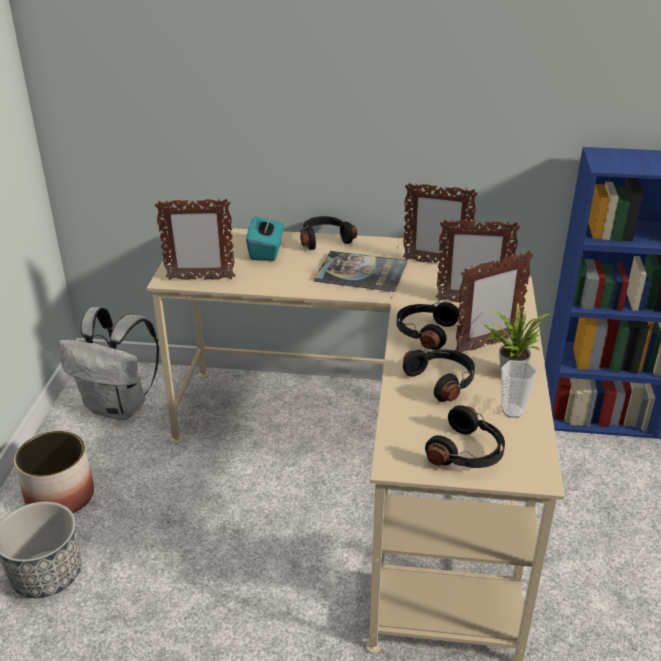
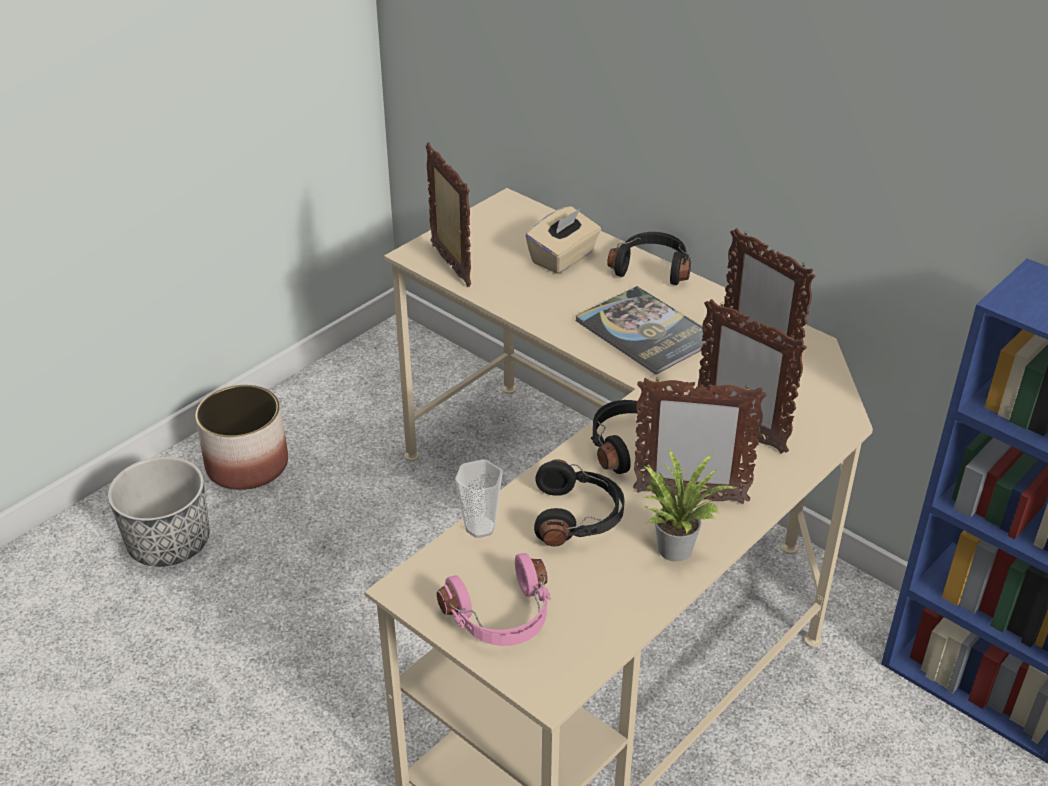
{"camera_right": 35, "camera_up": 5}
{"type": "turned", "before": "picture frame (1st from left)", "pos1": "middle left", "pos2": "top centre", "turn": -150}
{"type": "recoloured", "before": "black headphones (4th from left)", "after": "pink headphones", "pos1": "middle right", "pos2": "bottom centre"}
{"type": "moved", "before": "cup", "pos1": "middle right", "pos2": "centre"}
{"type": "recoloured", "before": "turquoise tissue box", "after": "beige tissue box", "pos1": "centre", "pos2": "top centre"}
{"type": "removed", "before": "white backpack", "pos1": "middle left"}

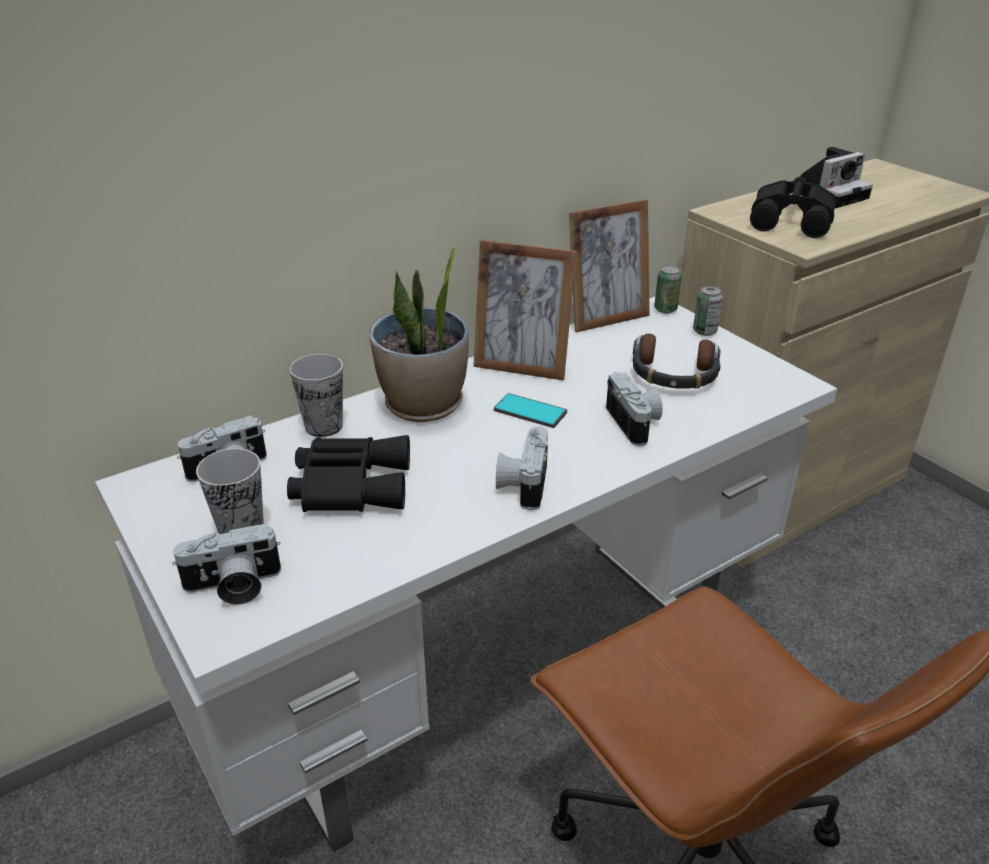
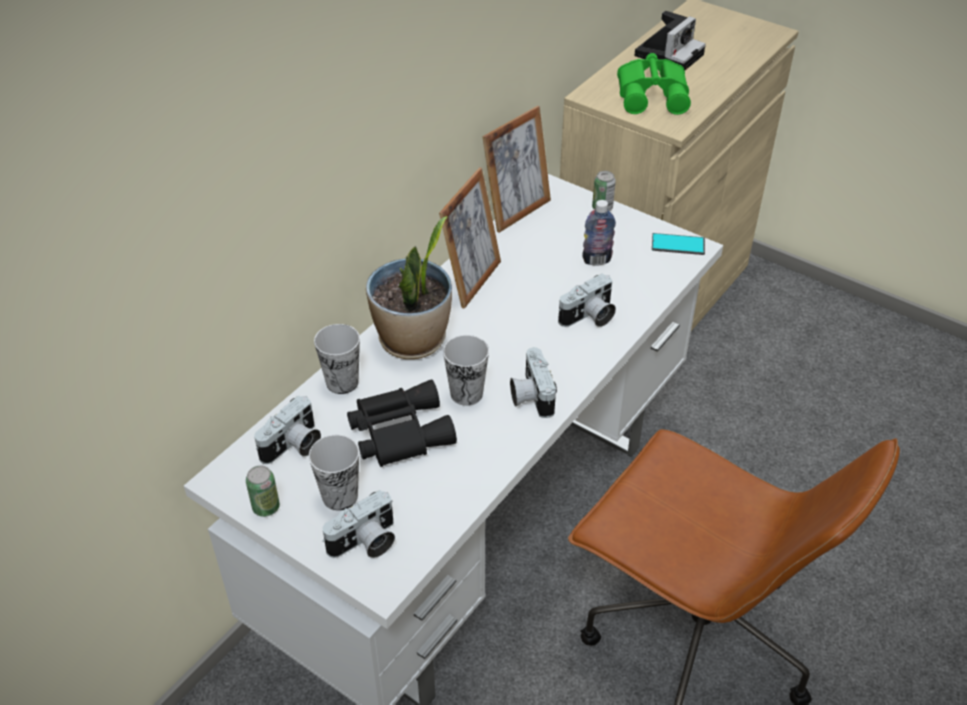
{"camera_right": -20, "camera_up": 10}
{"type": "moved", "before": "can (1st from left)", "pos1": "middle right", "pos2": "bottom left"}
{"type": "turned", "before": "picture frame (1st from left)", "pos1": "centre", "pos2": "centre", "turn": -60}
{"type": "added", "after": "cup (3rd from left)", "pos2": "centre"}
{"type": "turned", "before": "photo camera (4th from left)", "pos1": "centre", "pos2": "centre", "turn": 90}
{"type": "replaced", "before": "headphones", "after": "bottle", "pos1": "middle right", "pos2": "top centre"}
{"type": "recoloured", "before": "black binoculars (2nd from left)", "after": "green binoculars", "pos1": "top right", "pos2": "top right"}
{"type": "moved", "before": "phone", "pos1": "centre", "pos2": "middle right"}

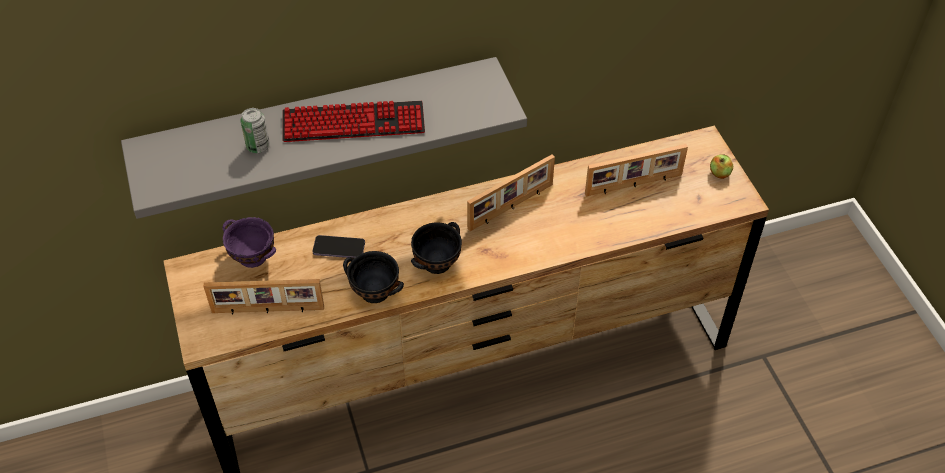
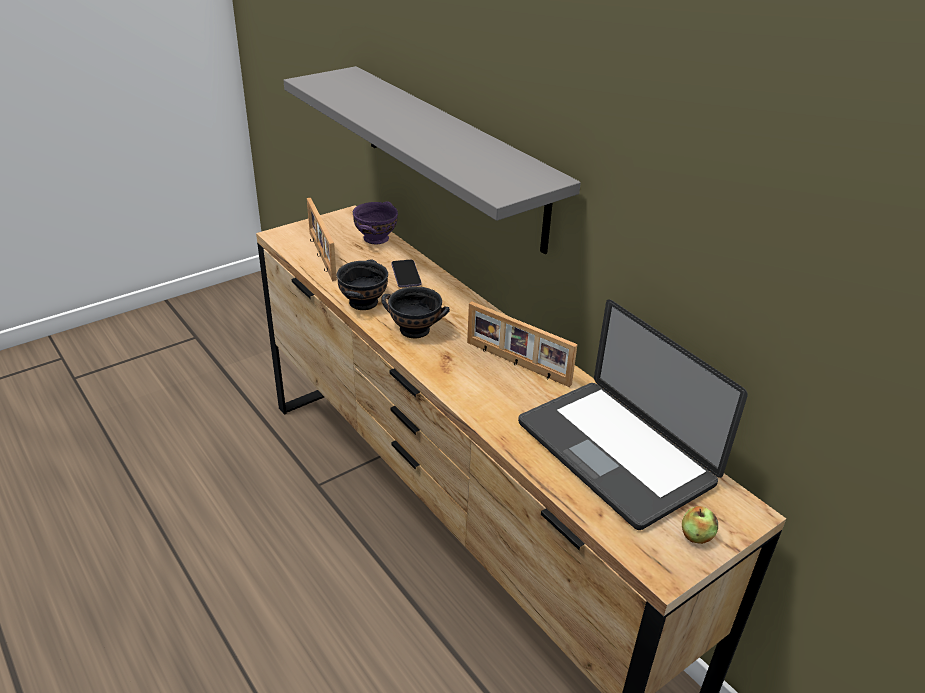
{"camera_right": 70, "camera_up": -15}
{"type": "replaced", "before": "picture frame (3rd from left)", "after": "laptop", "pos1": "middle right", "pos2": "middle right"}
{"type": "removed", "before": "can", "pos1": "top left"}
{"type": "removed", "before": "keyboard", "pos1": "top centre"}

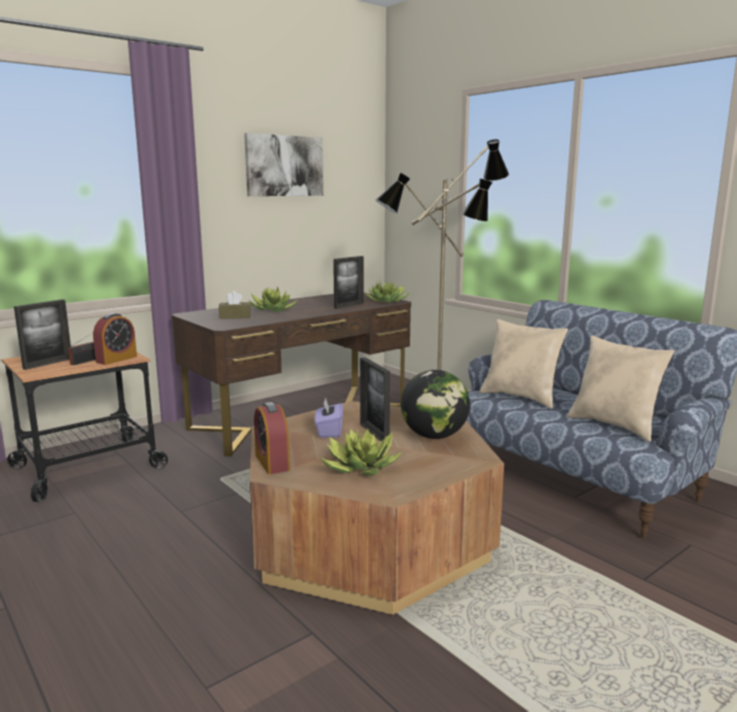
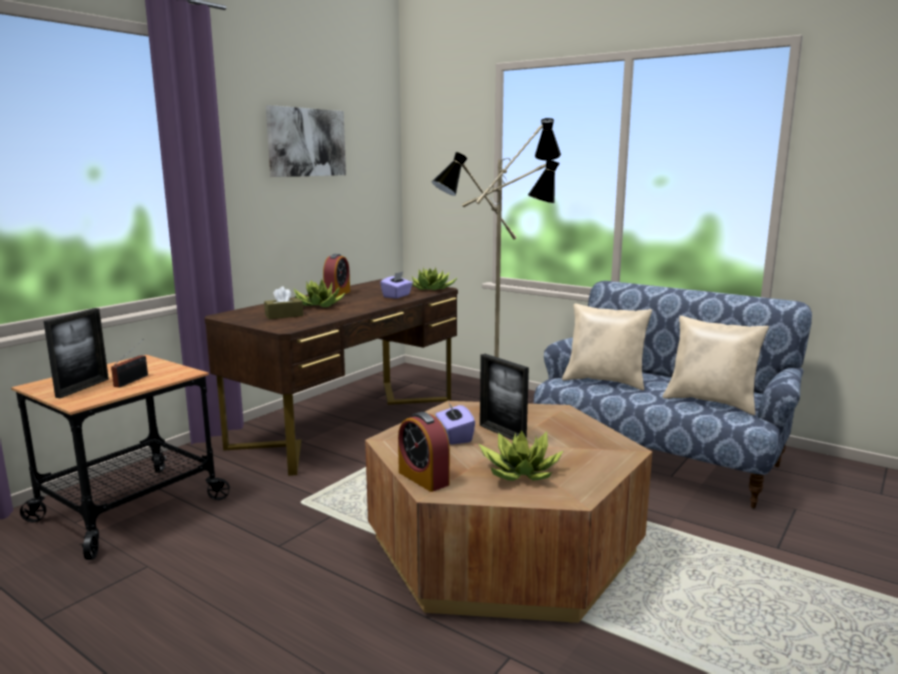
{"camera_right": -15, "camera_up": 0}
{"type": "moved", "before": "alarm clock (1st from left)", "pos1": "middle left", "pos2": "centre"}
{"type": "replaced", "before": "picture frame (2nd from left)", "after": "purple tissue box (1st from left)", "pos1": "centre", "pos2": "centre"}
{"type": "removed", "before": "globe", "pos1": "centre"}

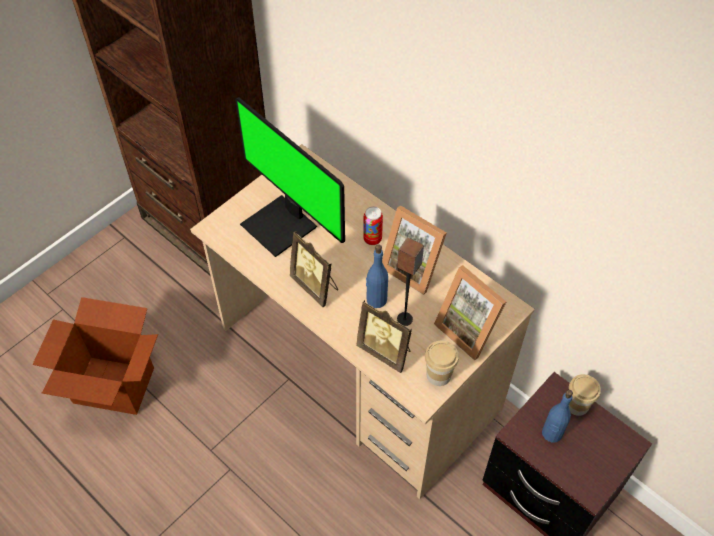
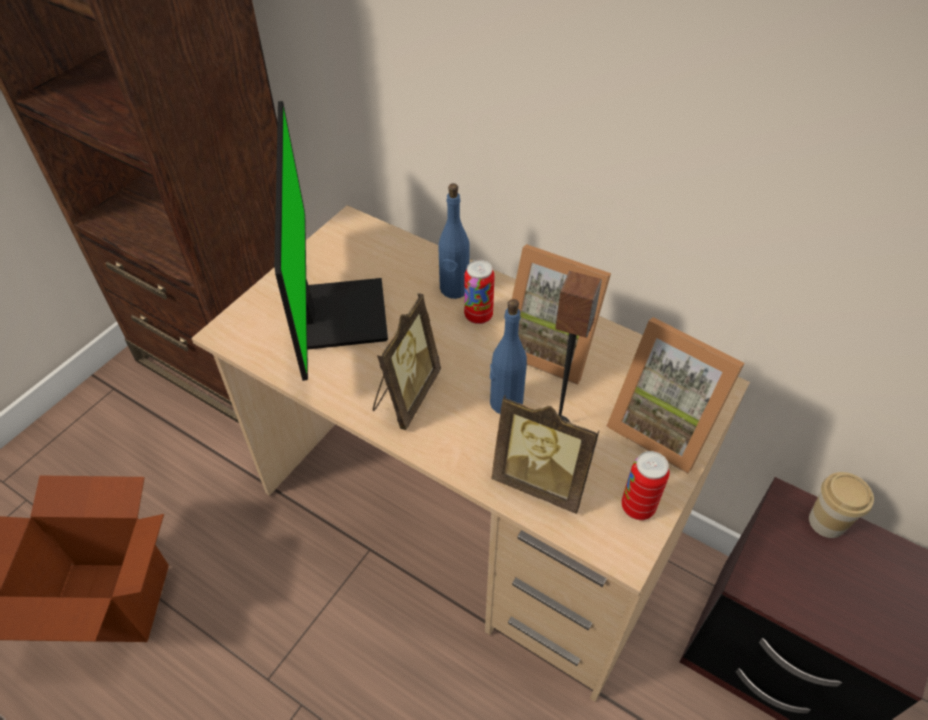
{"camera_right": -10, "camera_up": -5}
{"type": "turned", "before": "monitor", "pos1": "top centre", "pos2": "centre", "turn": -135}
{"type": "turned", "before": "picture frame (1st from left)", "pos1": "centre", "pos2": "centre", "turn": -105}
{"type": "moved", "before": "blue bottle (2nd from left in the first image)", "after": "blue bottle (1st from left)", "pos1": "bottom right", "pos2": "centre"}
{"type": "replaced", "before": "cup (1st from left)", "after": "can (2nd from left)", "pos1": "bottom centre", "pos2": "bottom right"}

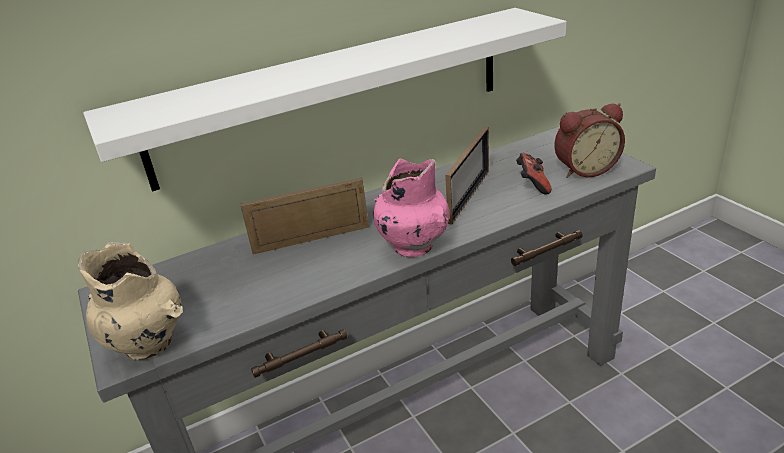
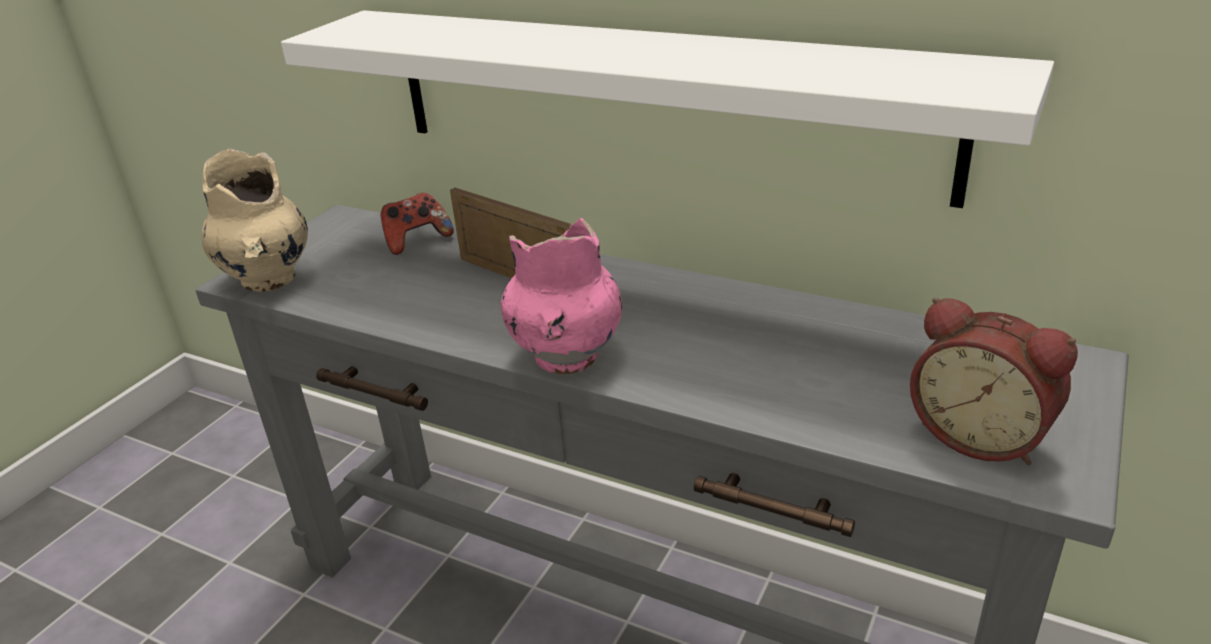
{"camera_right": 55, "camera_up": 0}
{"type": "moved", "before": "game controller", "pos1": "middle right", "pos2": "centre"}
{"type": "removed", "before": "picture frame (2nd from left)", "pos1": "centre"}

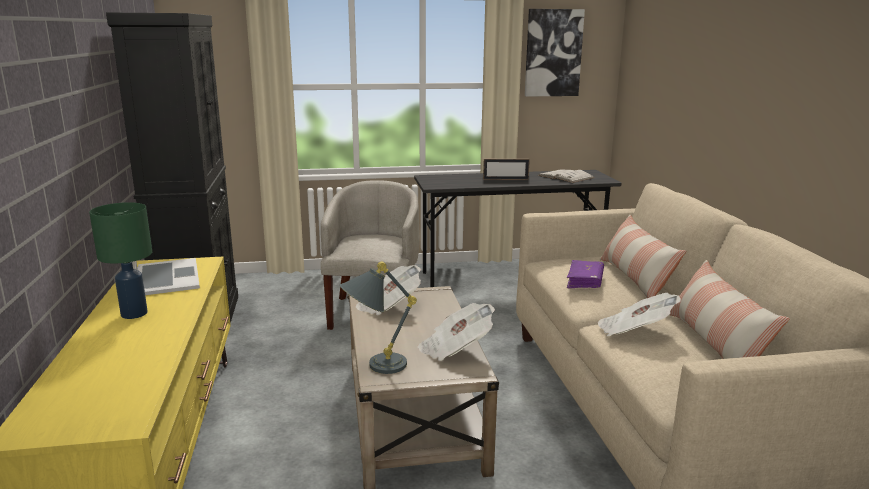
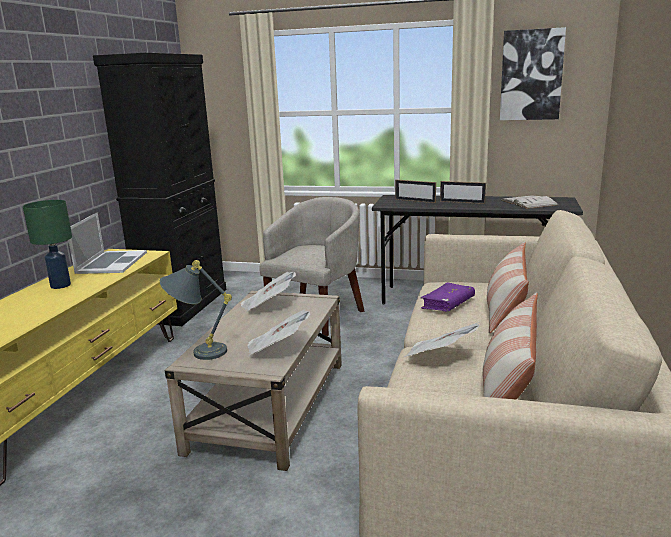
{"camera_right": 25, "camera_up": 0}
{"type": "added", "after": "picture frame (1st from left)", "pos2": "centre"}

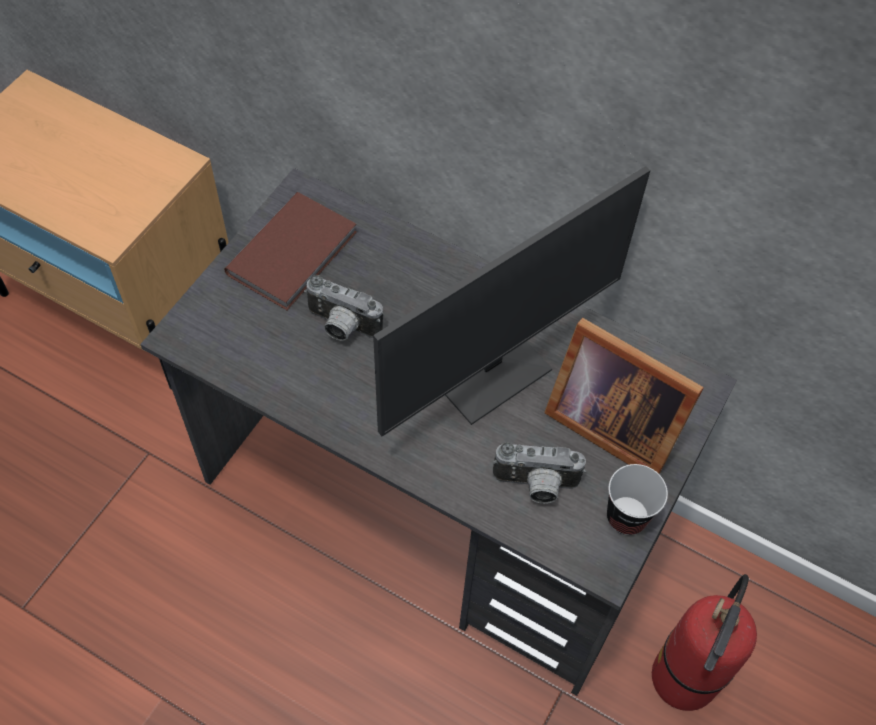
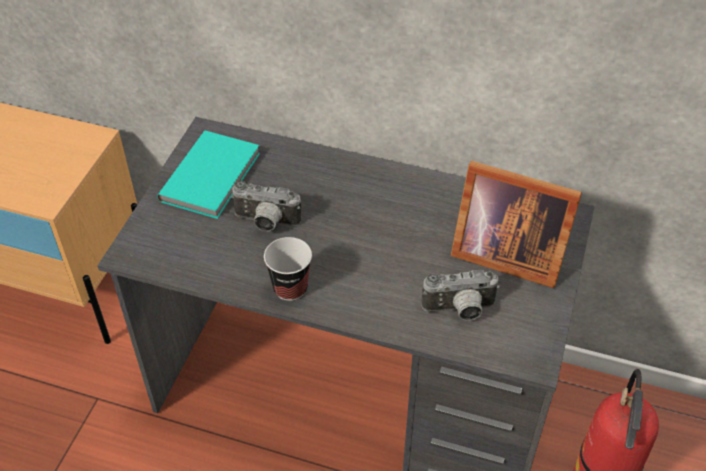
{"camera_right": -10, "camera_up": -10}
{"type": "recoloured", "before": "brown book", "after": "turquoise book", "pos1": "middle left", "pos2": "middle left"}
{"type": "moved", "before": "cup", "pos1": "bottom right", "pos2": "centre"}
{"type": "removed", "before": "monitor", "pos1": "centre"}

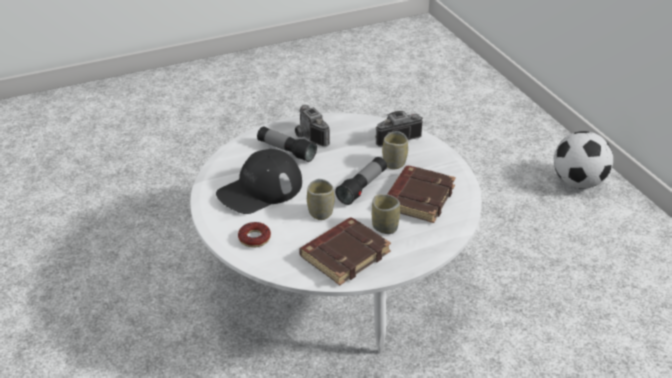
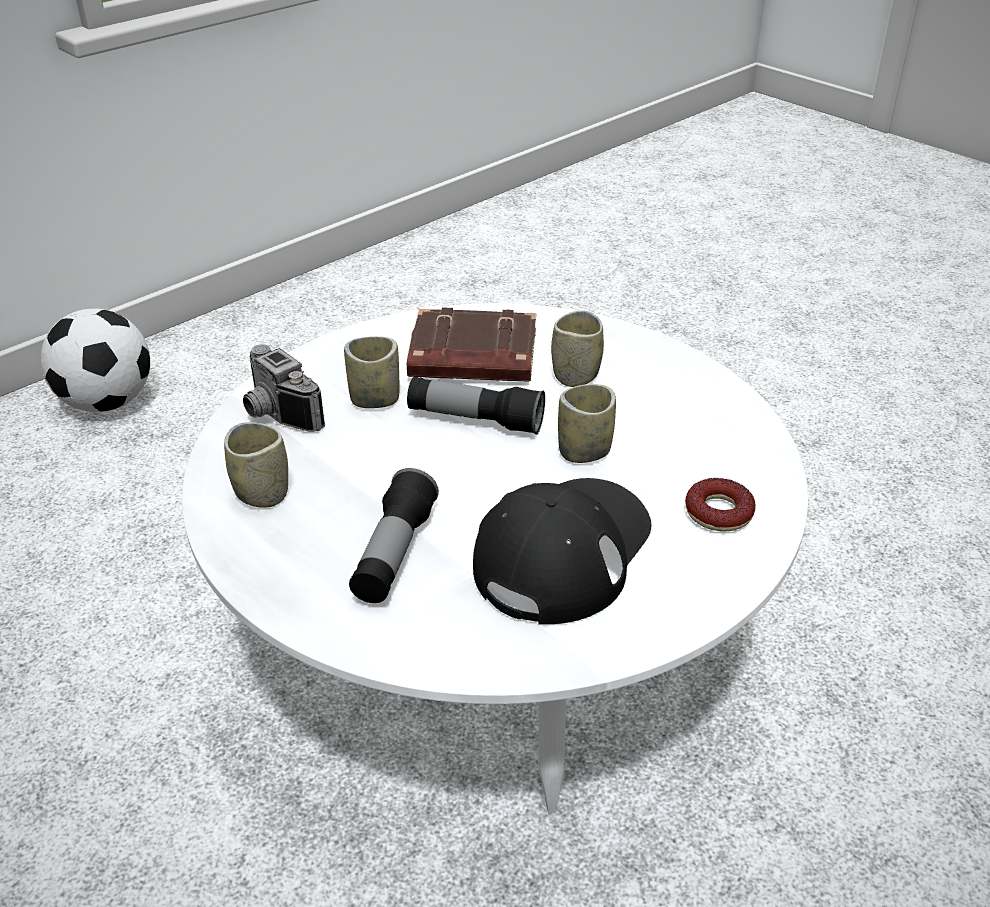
{"camera_right": -110, "camera_up": 0}
{"type": "added", "after": "cup (1st from left)", "pos2": "middle left"}
{"type": "turned", "before": "black cap", "pos1": "centre", "pos2": "centre", "turn": -90}
{"type": "removed", "before": "photo camera (1st from left)", "pos1": "centre"}
{"type": "removed", "before": "brown book (1st from left)", "pos1": "centre"}

